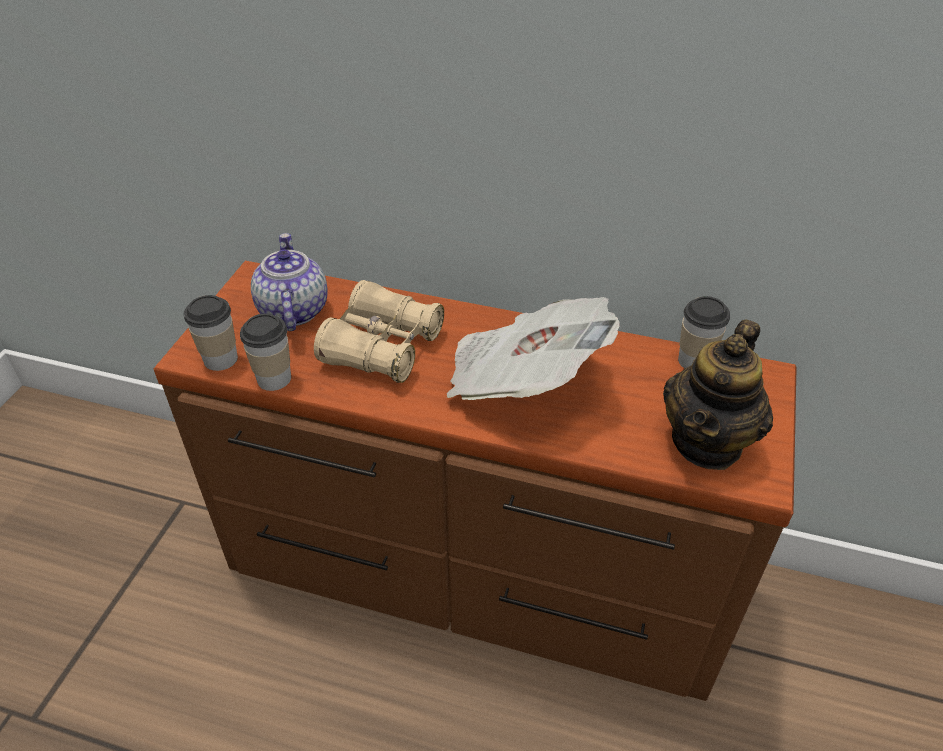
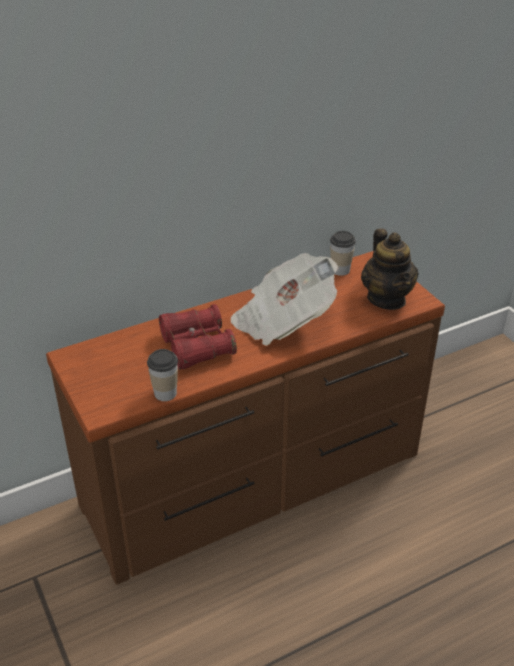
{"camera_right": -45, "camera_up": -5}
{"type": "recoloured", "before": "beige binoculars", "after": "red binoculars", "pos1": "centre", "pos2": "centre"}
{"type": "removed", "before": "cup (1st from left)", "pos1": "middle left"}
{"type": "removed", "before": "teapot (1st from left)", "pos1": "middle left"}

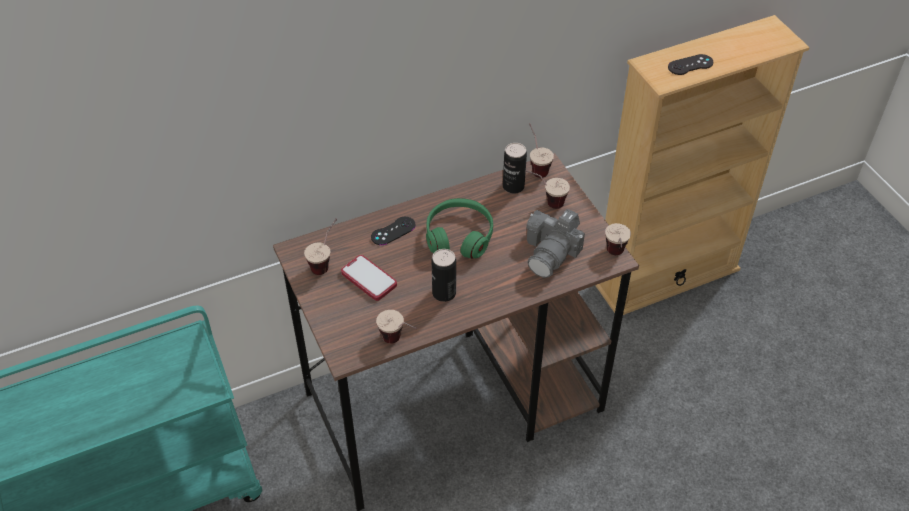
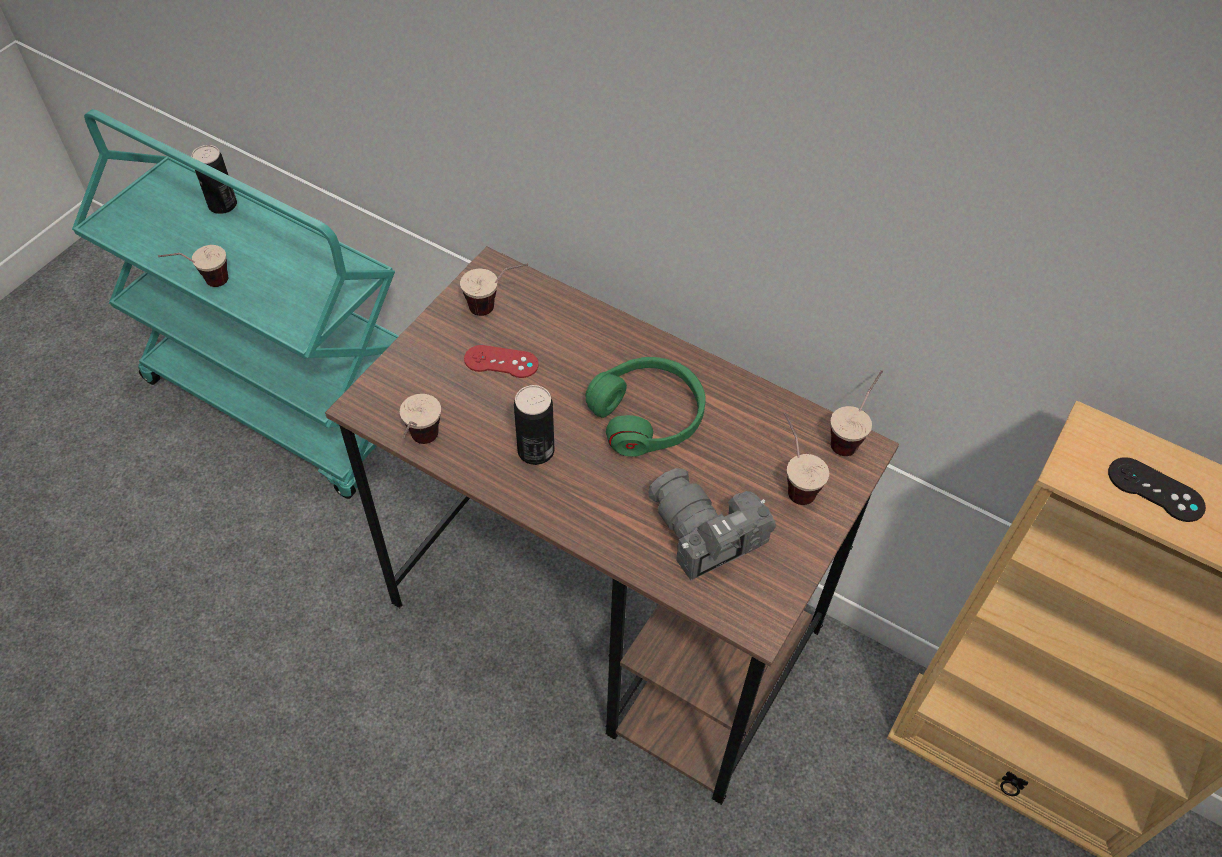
{"camera_right": 55, "camera_up": 5}
{"type": "moved", "before": "cup (5th from left in the first image)", "after": "cup (1st from left)", "pos1": "middle right", "pos2": "top left"}
{"type": "moved", "before": "can (2nd from left in the first image)", "after": "can (1st from left)", "pos1": "top centre", "pos2": "top left"}
{"type": "replaced", "before": "phone", "after": "red game controller", "pos1": "centre", "pos2": "centre"}
{"type": "turned", "before": "photo camera", "pos1": "centre", "pos2": "centre", "turn": 60}
{"type": "removed", "before": "black game controller (1st from left)", "pos1": "centre"}

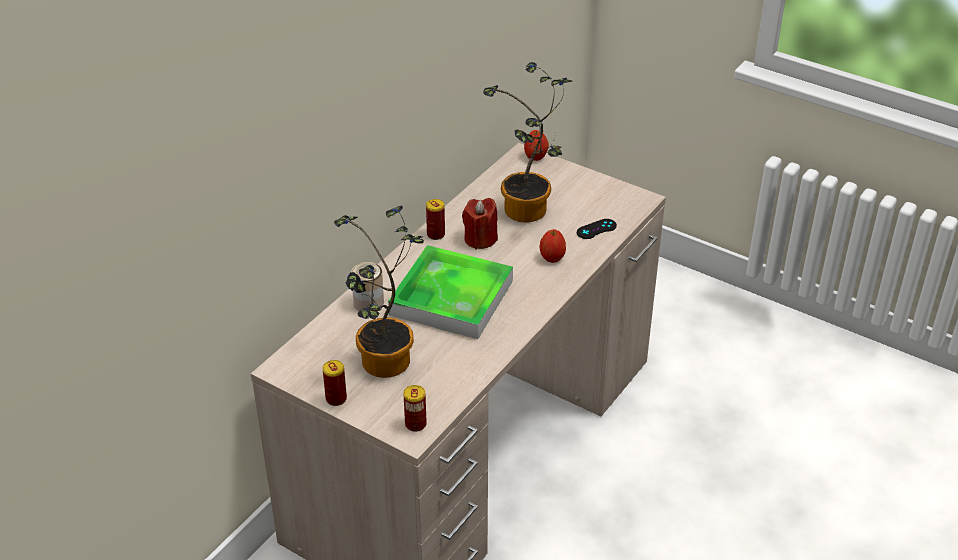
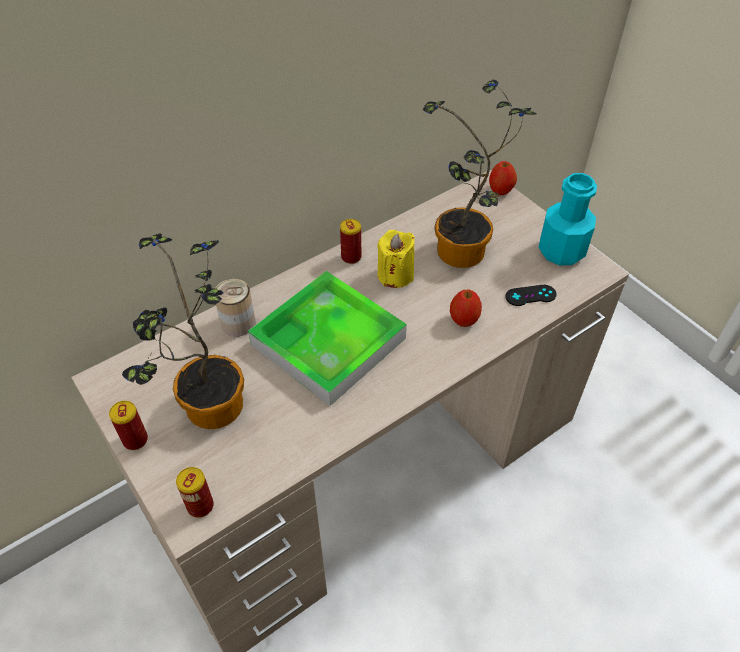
{"camera_right": 20, "camera_up": 10}
{"type": "recoloured", "before": "red candle", "after": "yellow candle", "pos1": "centre", "pos2": "centre"}
{"type": "added", "after": "turquoise bottle", "pos2": "middle right"}

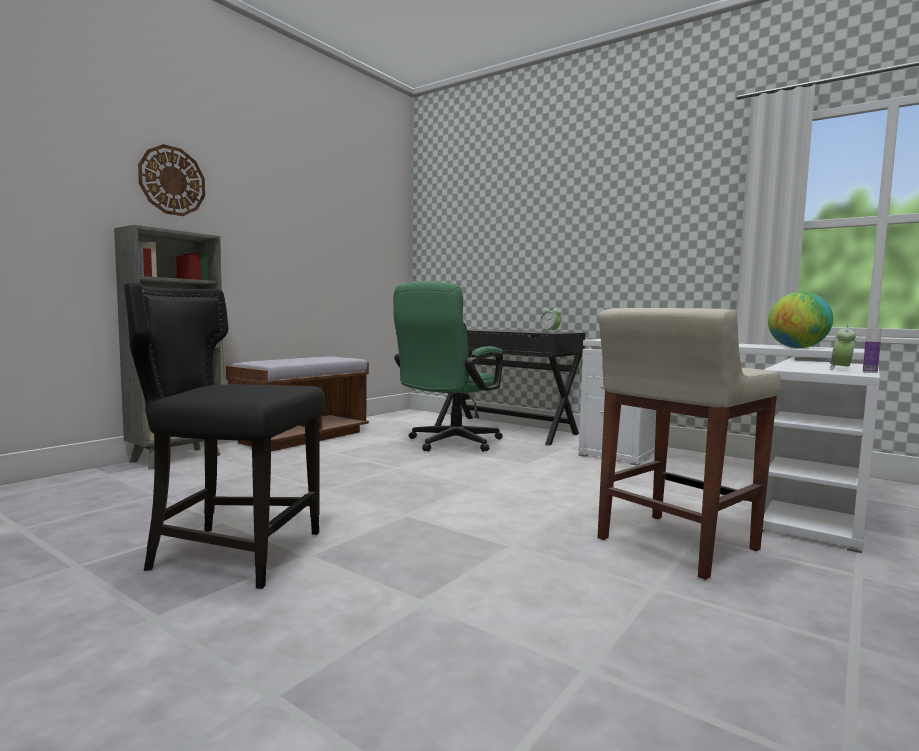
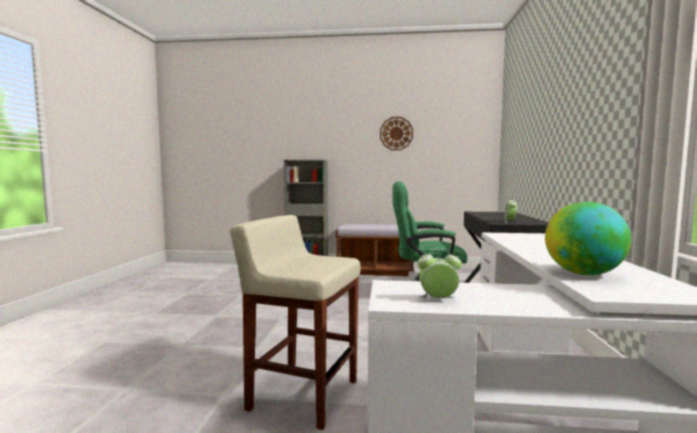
{"camera_right": 60, "camera_up": 0}
{"type": "moved", "before": "wall clock", "pos1": "top left", "pos2": "top centre"}
{"type": "removed", "before": "black chair", "pos1": "middle left"}
{"type": "removed", "before": "bottle", "pos1": "middle right"}

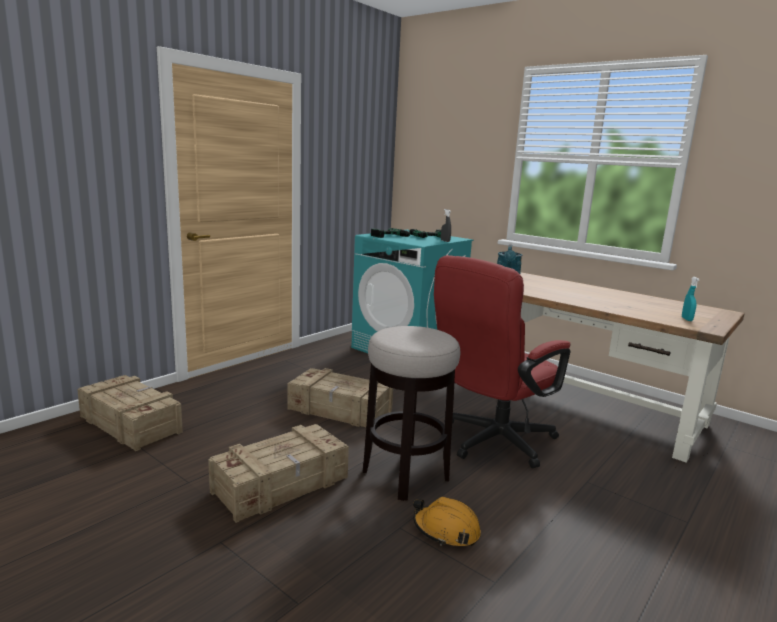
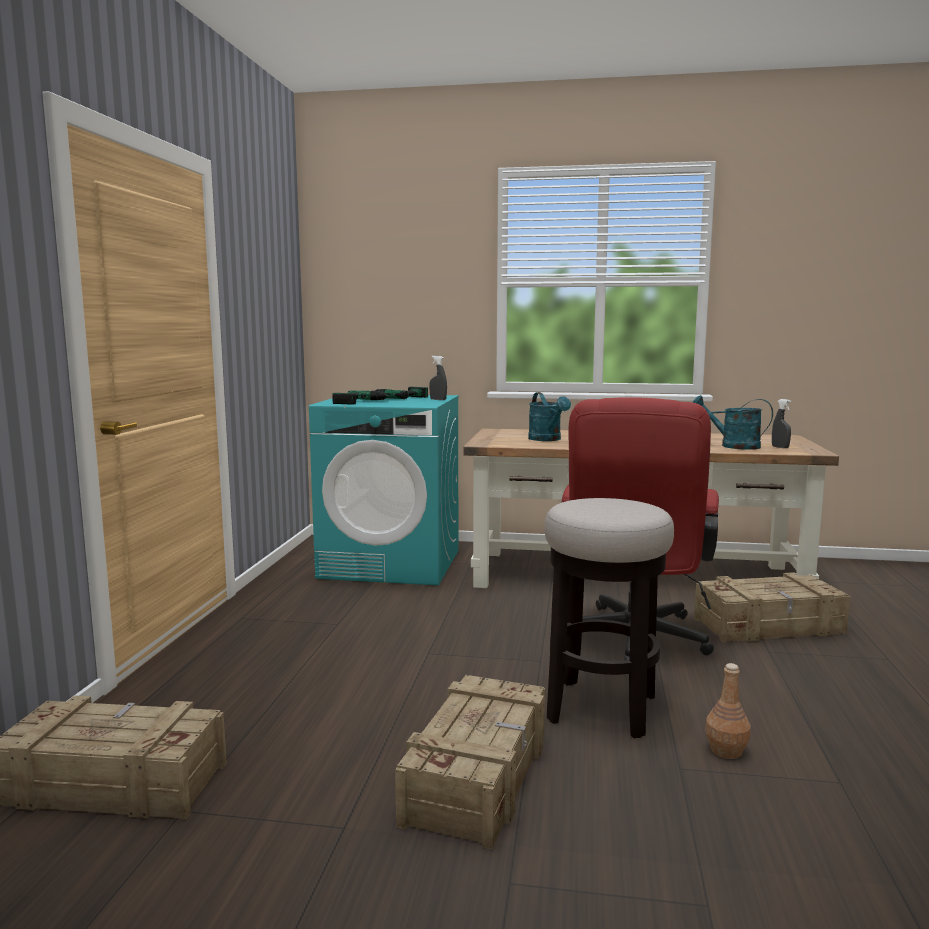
{"camera_right": -30, "camera_up": -5}
{"type": "added", "after": "turquoise watering can (2nd from left)", "pos2": "middle right"}
{"type": "moved", "before": "crate (3rd from left)", "pos1": "centre", "pos2": "middle right"}
{"type": "replaced", "before": "orange hard hat", "after": "brown bottle", "pos1": "bottom centre", "pos2": "bottom right"}
{"type": "recoloured", "before": "turquoise spray bottle", "after": "grey spray bottle (2nd from left)", "pos1": "middle right", "pos2": "middle right"}

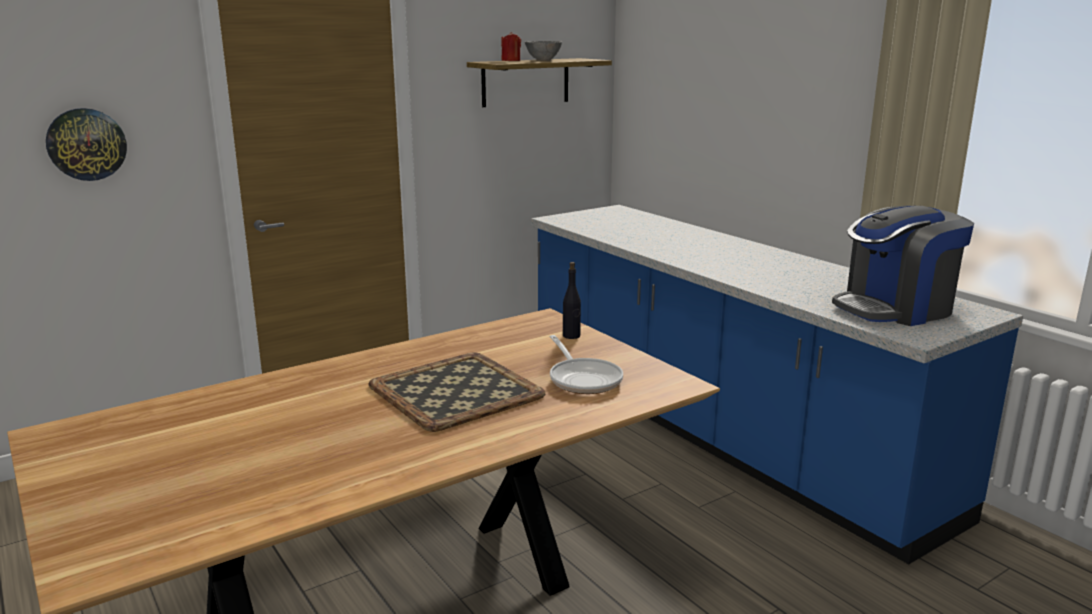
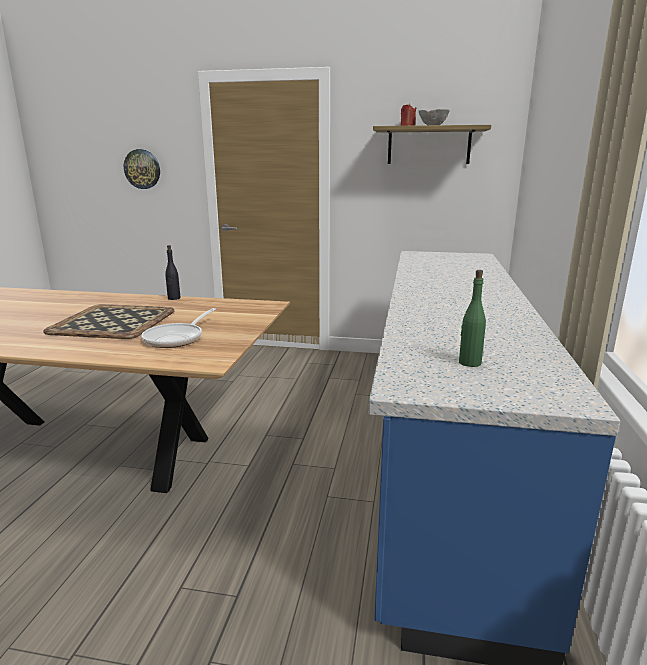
{"camera_right": 45, "camera_up": 0}
{"type": "moved", "before": "black bottle", "pos1": "centre", "pos2": "middle left"}
{"type": "replaced", "before": "coffee machine", "after": "green bottle", "pos1": "middle right", "pos2": "middle right"}

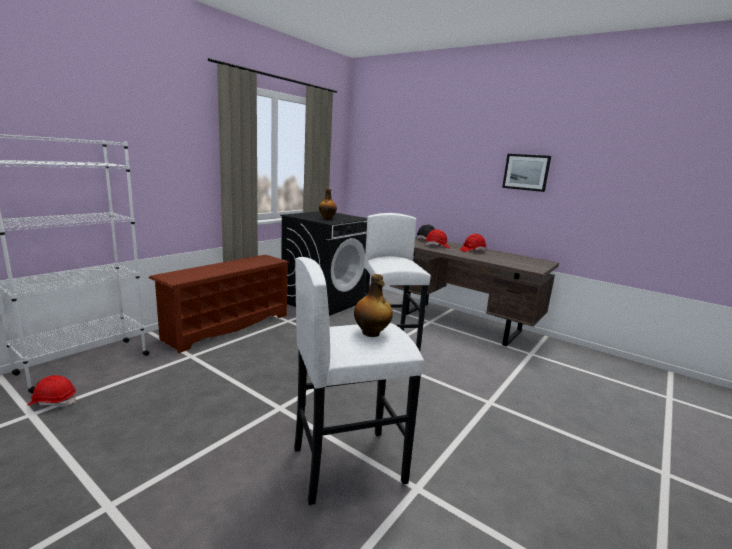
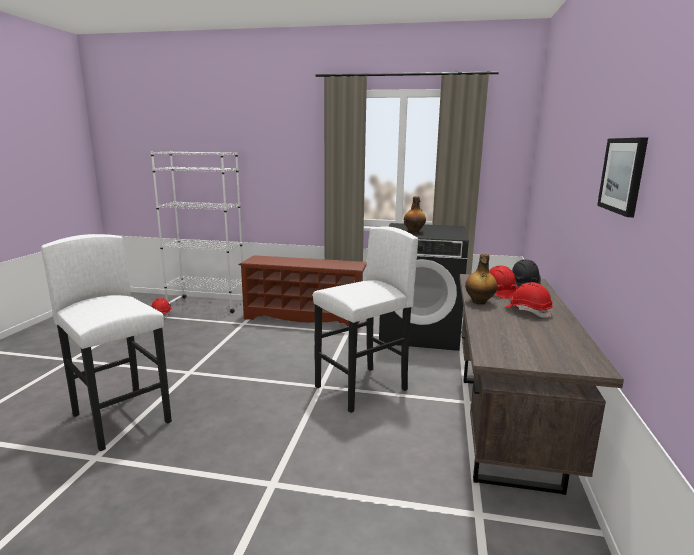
{"camera_right": 65, "camera_up": 0}
{"type": "moved", "before": "bottle (2nd from left)", "pos1": "centre", "pos2": "middle right"}

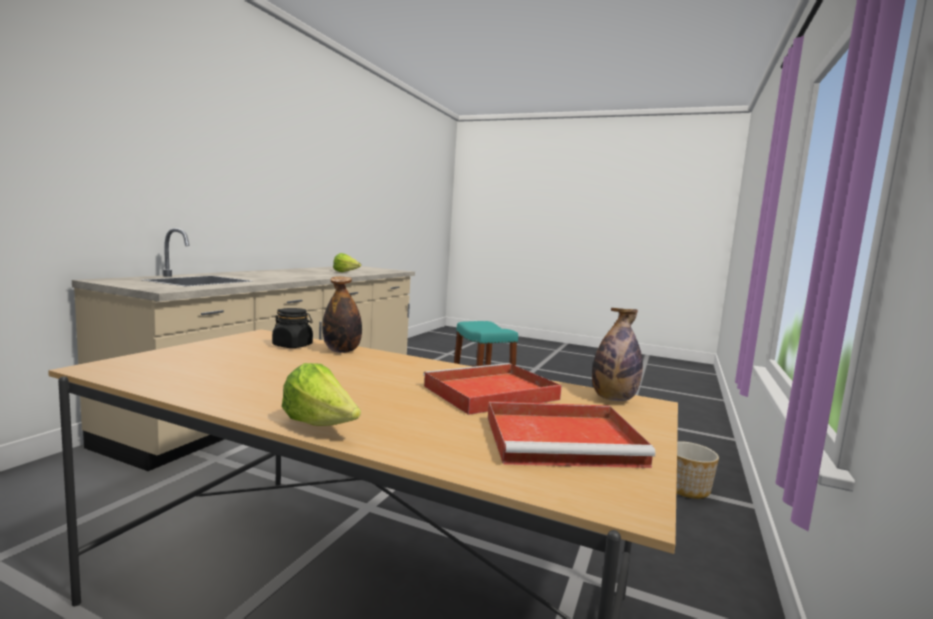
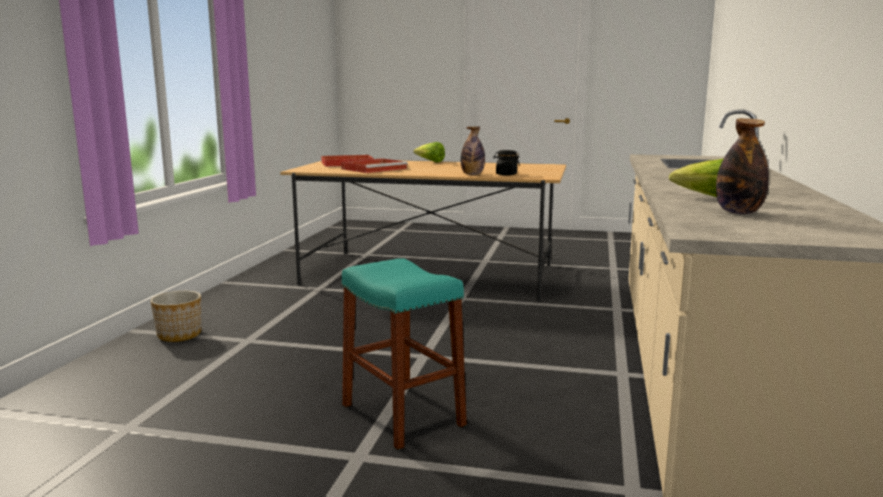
{"camera_right": 170, "camera_up": 5}
{"type": "moved", "before": "bottle (2nd from left)", "pos1": "centre", "pos2": "middle right"}

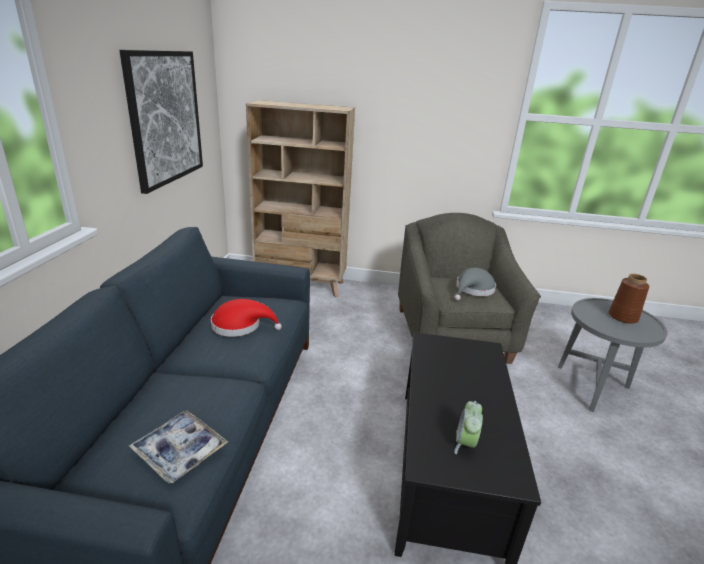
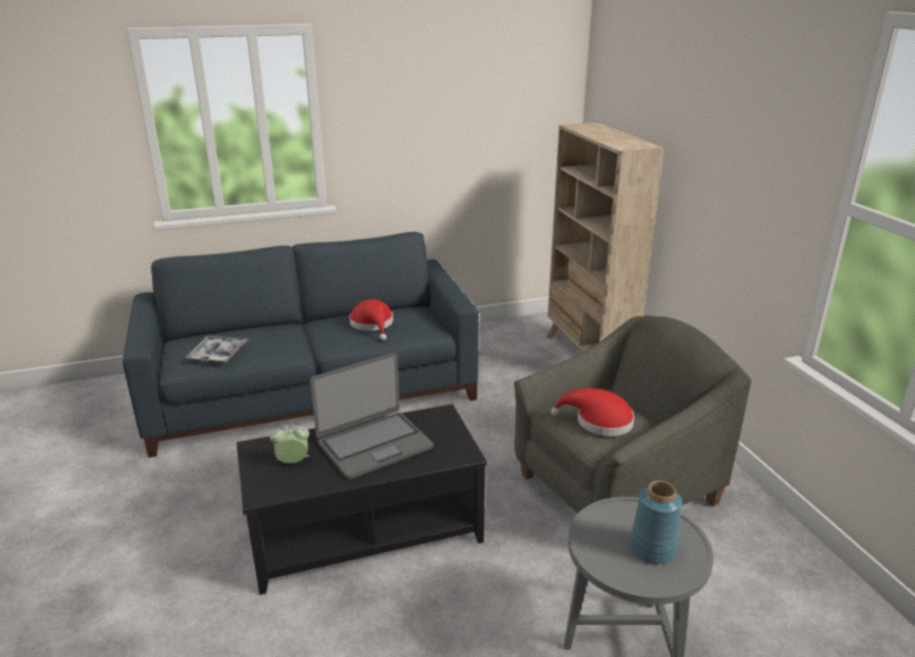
{"camera_right": 65, "camera_up": 0}
{"type": "added", "after": "laptop", "pos2": "centre"}
{"type": "recoloured", "before": "grey hat", "after": "red hat (2nd from left)", "pos1": "middle right", "pos2": "centre"}
{"type": "recoloured", "before": "brown vase", "after": "blue vase", "pos1": "middle right", "pos2": "bottom right"}
{"type": "removed", "before": "picture", "pos1": "top left"}

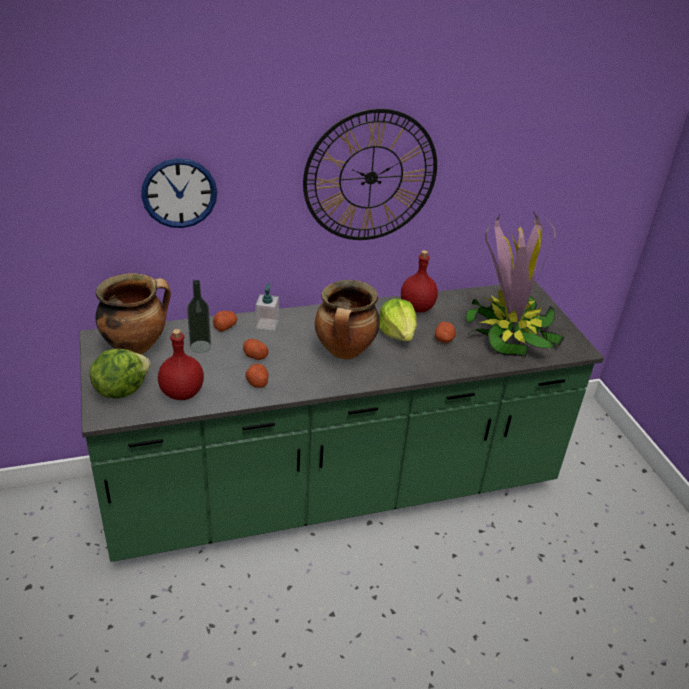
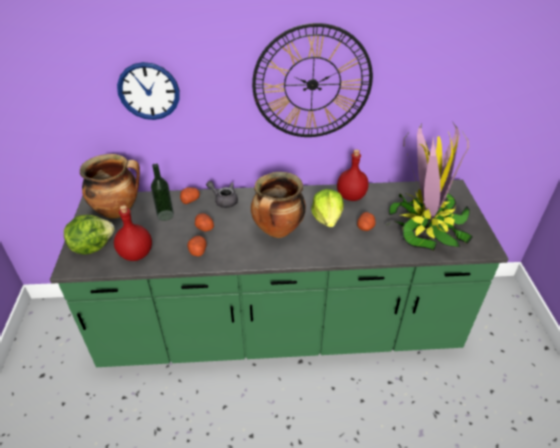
{"camera_right": 15, "camera_up": 5}
{"type": "replaced", "before": "soap dispenser", "after": "grey teapot", "pos1": "centre", "pos2": "centre"}

